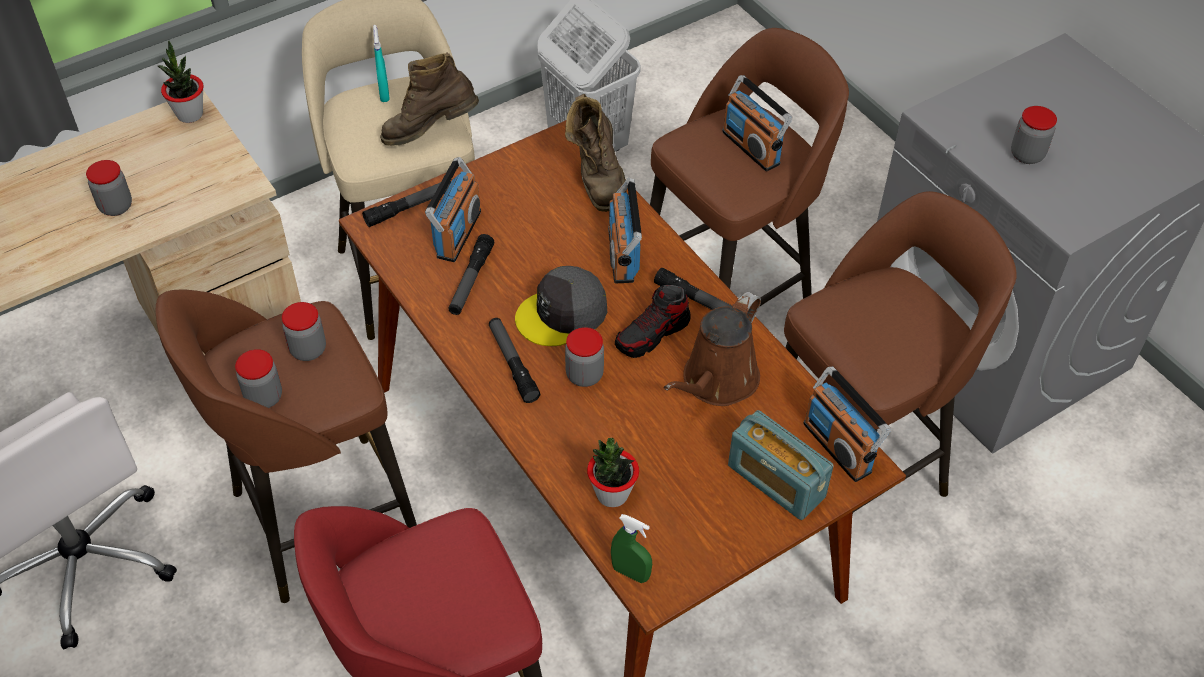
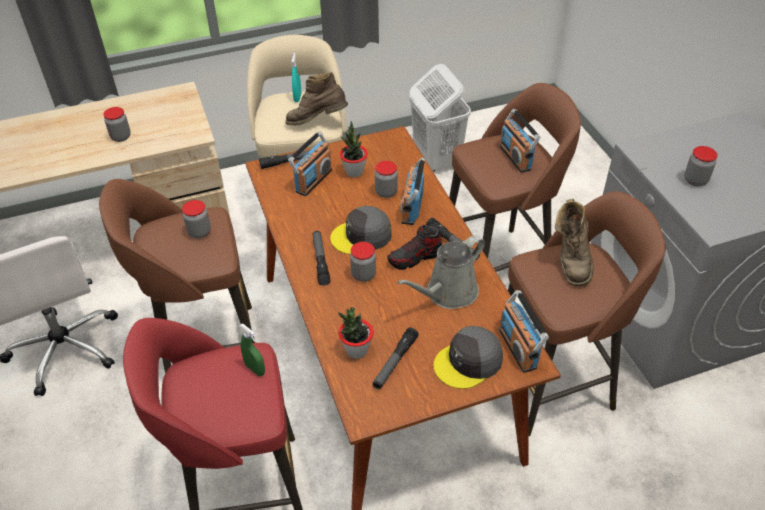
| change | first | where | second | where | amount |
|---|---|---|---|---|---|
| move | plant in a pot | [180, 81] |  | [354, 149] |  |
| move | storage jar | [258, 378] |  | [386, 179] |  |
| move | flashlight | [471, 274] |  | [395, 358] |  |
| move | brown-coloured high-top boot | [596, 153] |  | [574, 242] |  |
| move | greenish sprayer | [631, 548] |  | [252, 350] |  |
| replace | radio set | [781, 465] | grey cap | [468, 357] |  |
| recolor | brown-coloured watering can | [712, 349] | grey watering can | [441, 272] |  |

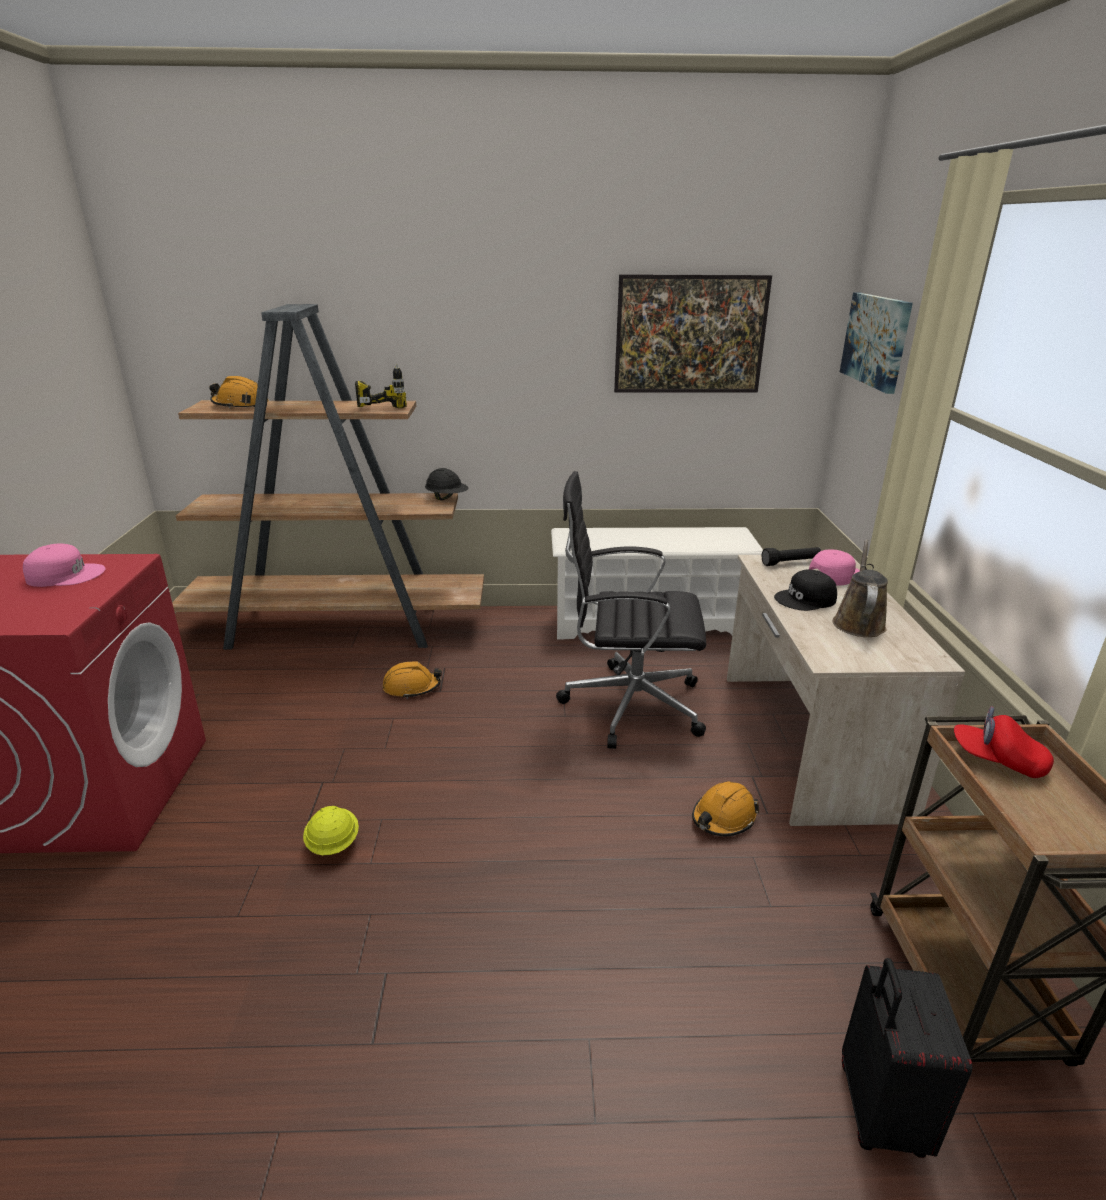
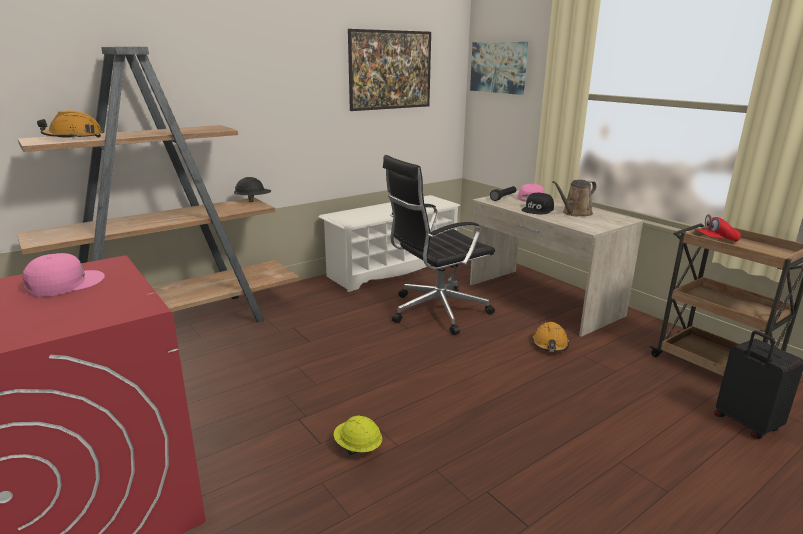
| change | first | where | second | where | amount |
|---|---|---|---|---|---|
| delete | electric drill | [381, 386] |  |  |  |
| delete | orangey work helmet | [412, 680] |  |  |  |
| rotate | brown-coloured watering can | [860, 588] |  | [574, 198] | 105 degrees counterclockwise |

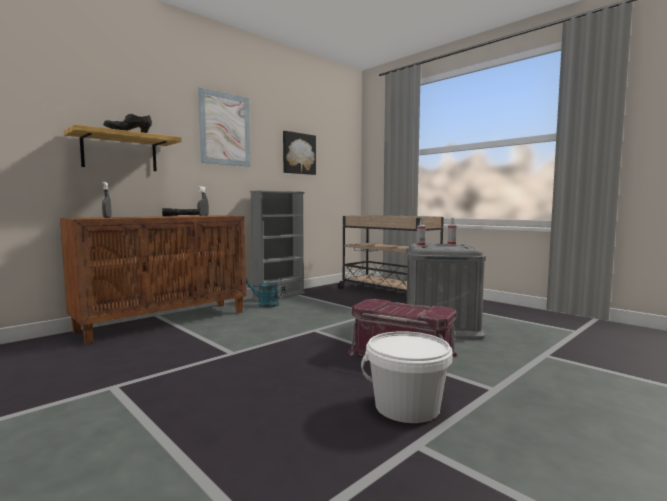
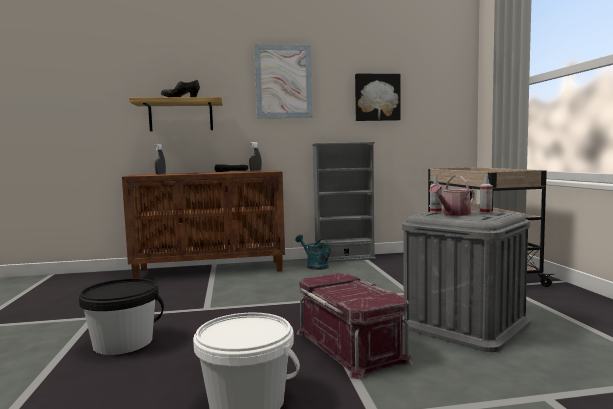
| change | first | where | second | where | amount |
|---|---|---|---|---|---|
| insert |  |  | black-coloured bucket | [121, 316] |  |
| insert |  |  | watering can | [452, 196] |  |

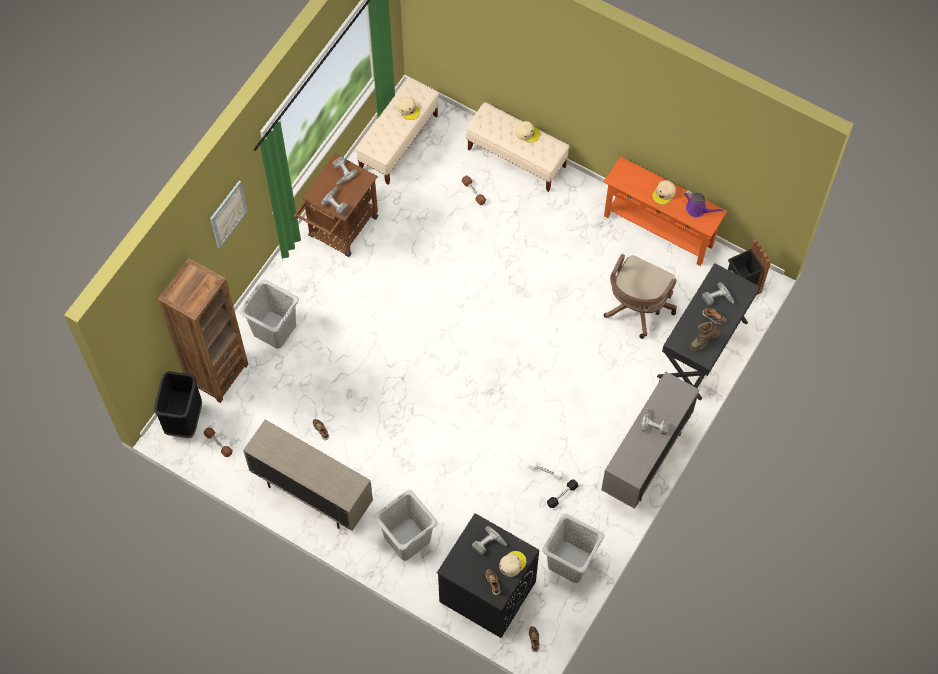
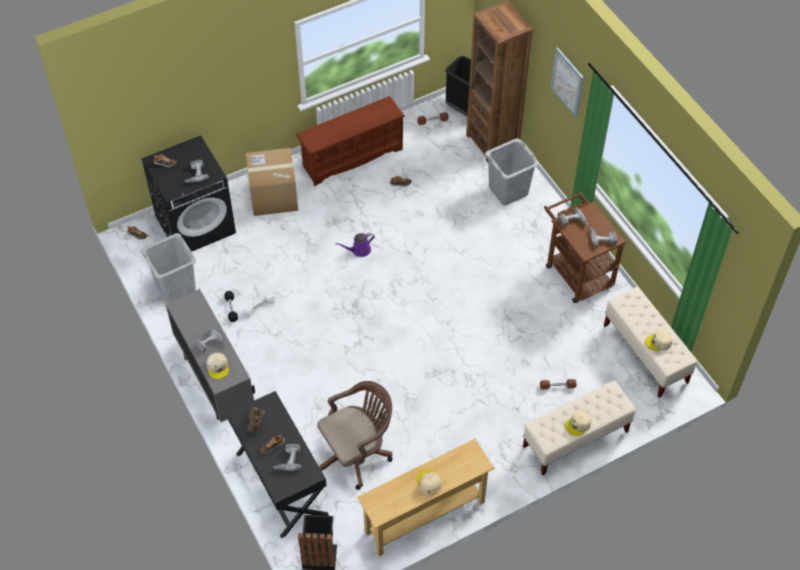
| change | first | where | second | where | amount |
|---|---|---|---|---|---|
| move | beige cap | [512, 564] |  | [217, 366] |  |
| move | purplish watering can | [704, 203] |  | [355, 245] |  |
| replace | beige storage cabinet | [308, 475] | brown-coloured shoe rack | [350, 141] |  |
| replace | grey washing basket | [406, 525] | carton | [272, 182] |  |
| recolor | orangey hall table | [665, 211] | beige hall table | [425, 497] |  |
| rotate | brown-coloured desk chair | [640, 296] |  | [354, 435] | 90 degrees clockwise |

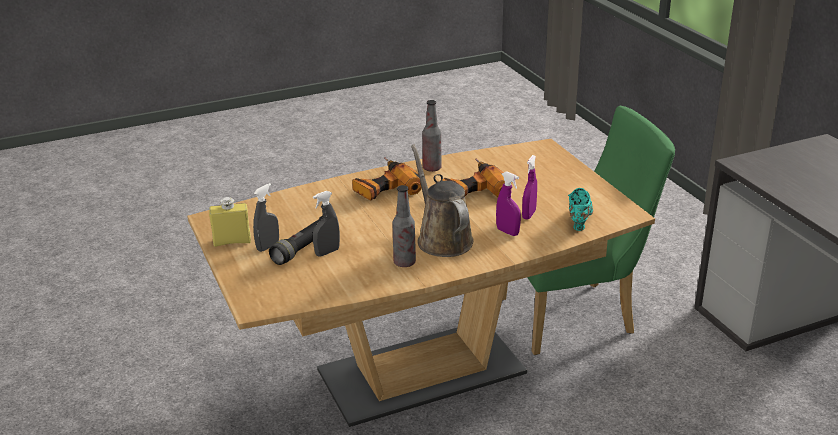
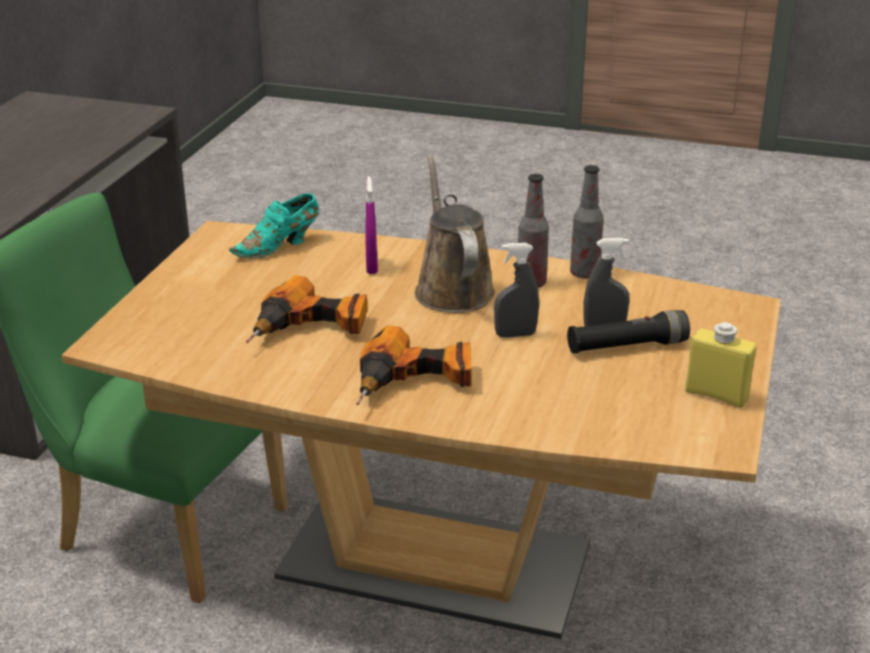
| change | first | where | second | where | amount |
|---|---|---|---|---|---|
| delete | purplish sprayer | [529, 187] |  |  |  |
| move | grey sprayer | [266, 217] |  | [516, 290] |  |
| move | bottle | [432, 136] |  | [587, 222] |  |
| rotate | brown-coloured watering can | [442, 200] |  | [455, 233] | 150 degrees clockwise |

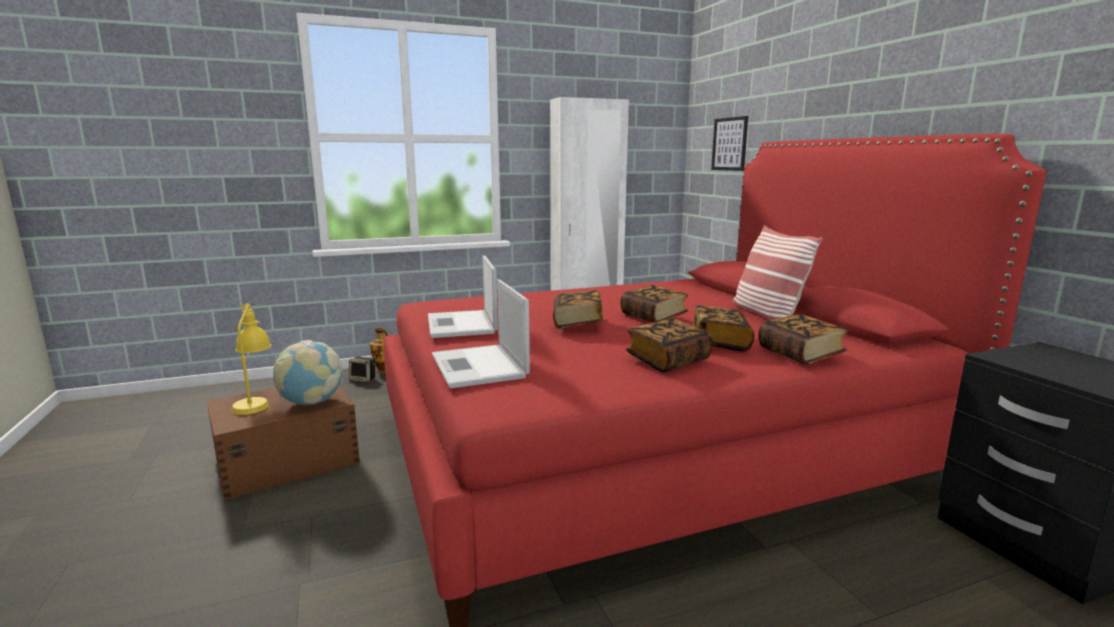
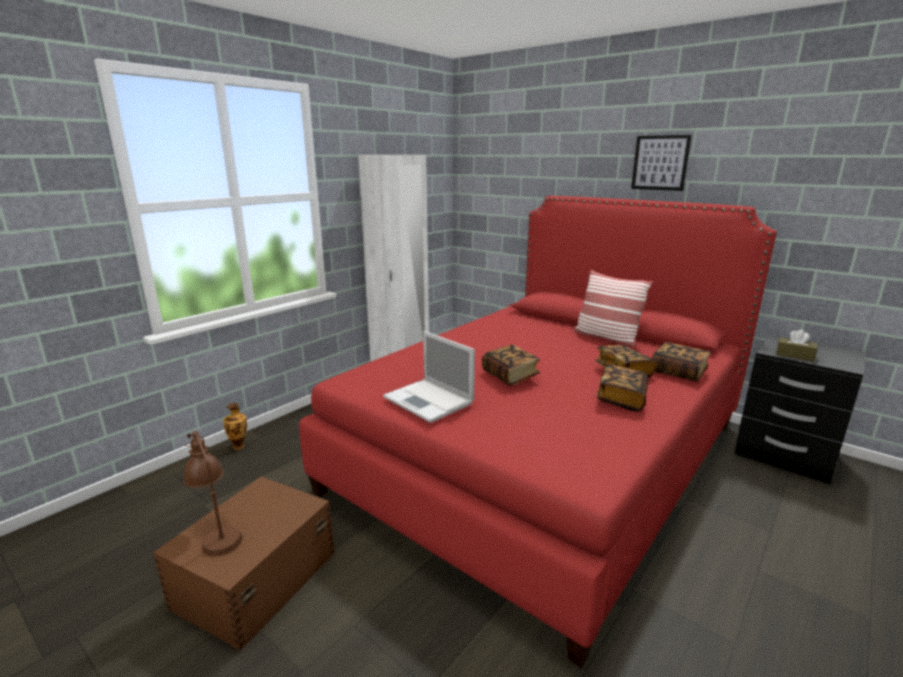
| change | first | where | second | where | amount |
|---|---|---|---|---|---|
| delete | desk globe | [308, 372] |  |  |  |
| delete | loudspeaker | [362, 369] |  |  |  |
| delete | notebook computer | [481, 333] |  |  |  |
| delete | book | [654, 304] |  |  |  |
| insert |  |  | brown-coloured tissue holder | [796, 345] |  |
| move | picture | [729, 143] |  | [661, 163] |  |
| recolor | yellow lamp for a table | [252, 359] | brown-coloured lamp for a table | [212, 493] |  |

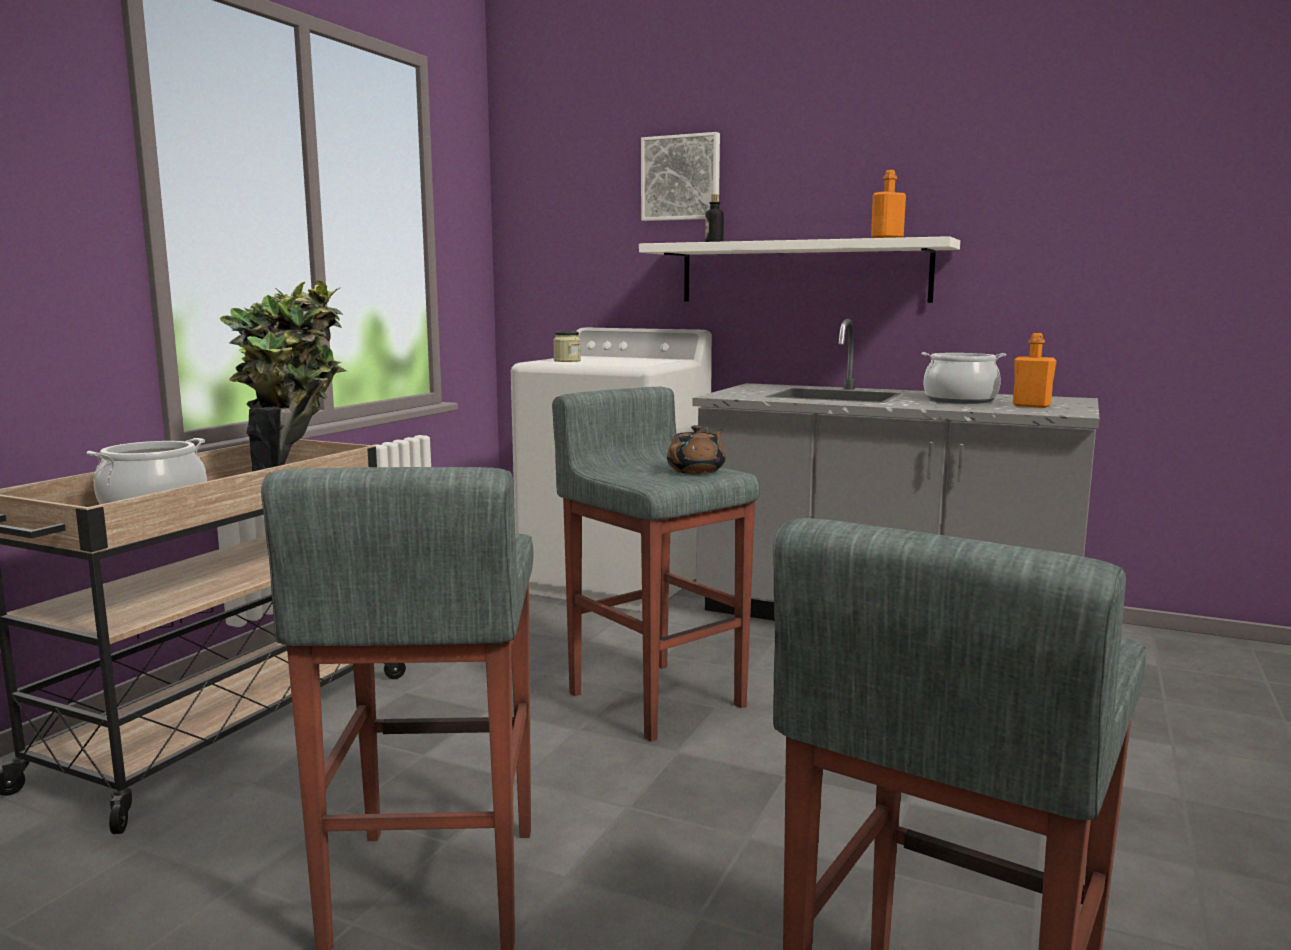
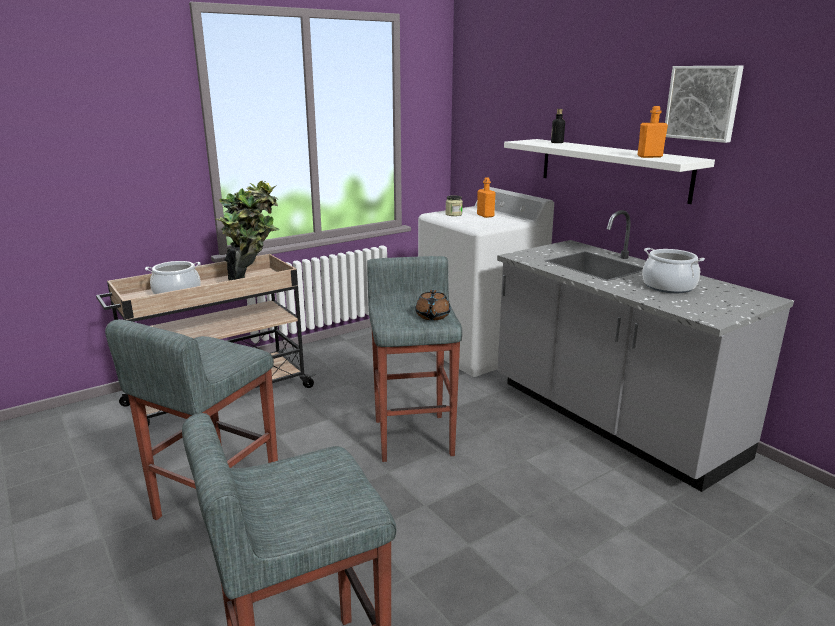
| change | first | where | second | where | amount |
|---|---|---|---|---|---|
| move | picture | [680, 176] |  | [704, 104] |  |
| move | orangey bottle | [1035, 370] |  | [486, 197] |  |
| rotate | brown-coloured pot for tea | [696, 449] |  | [433, 305] | 120 degrees clockwise |

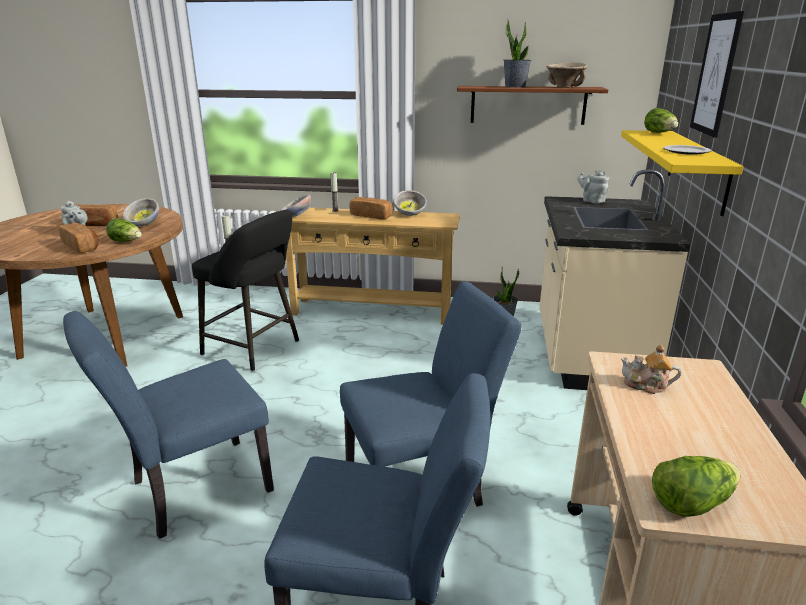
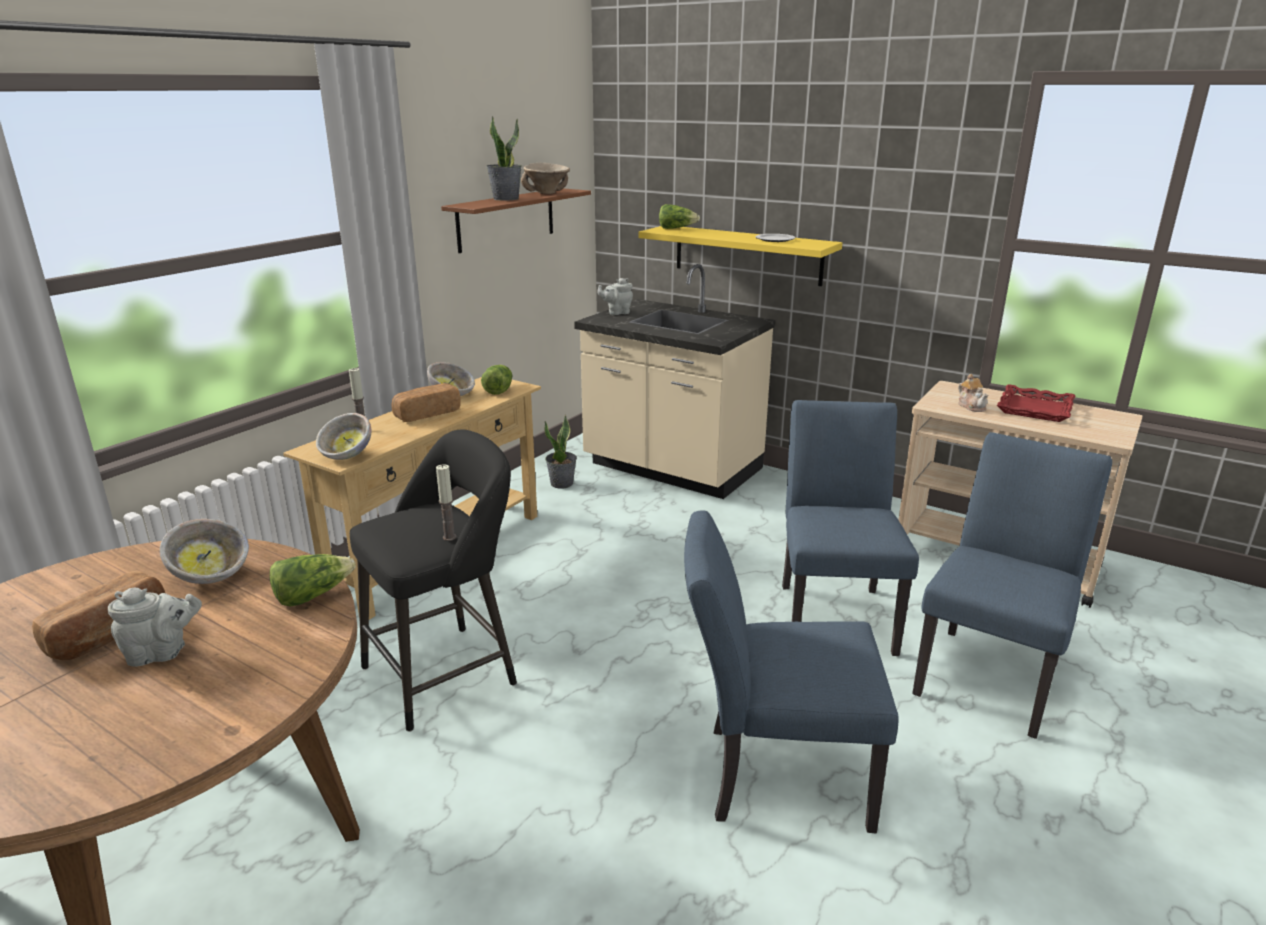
| change | first | where | second | where | amount |
|---|---|---|---|---|---|
| delete | baked bread | [79, 237] |  |  |  |
| delete | picture | [717, 74] |  |  |  |
| insert |  |  | red-coloured tray | [1036, 403] |  |
| move | head of lettuce | [696, 486] |  | [496, 380] |  |
| rotate | blue upright chair | [168, 425] |  | [791, 671] | 105 degrees clockwise |
| rotate | pot for tea | [651, 369] |  | [973, 393] | 60 degrees counterclockwise |

